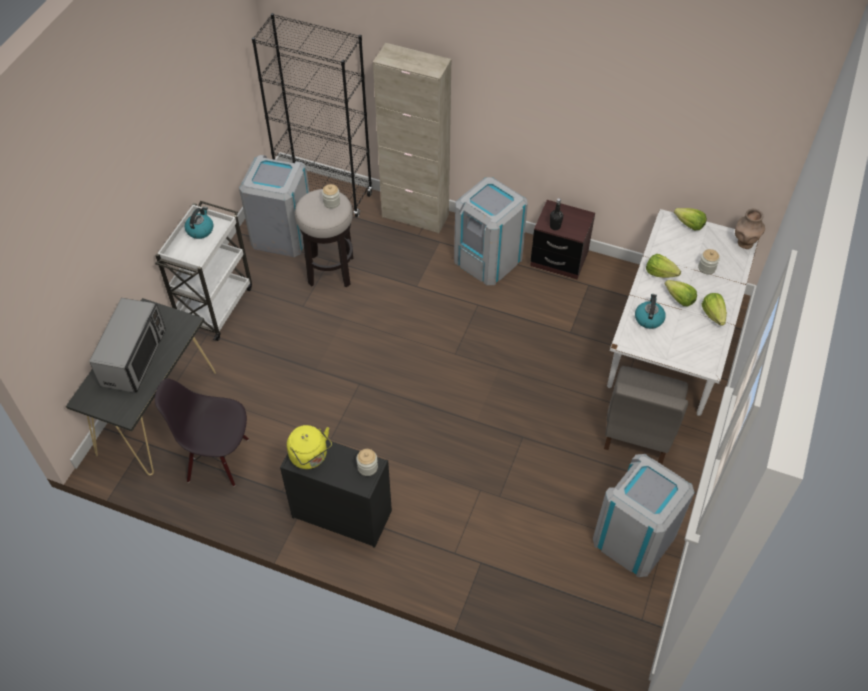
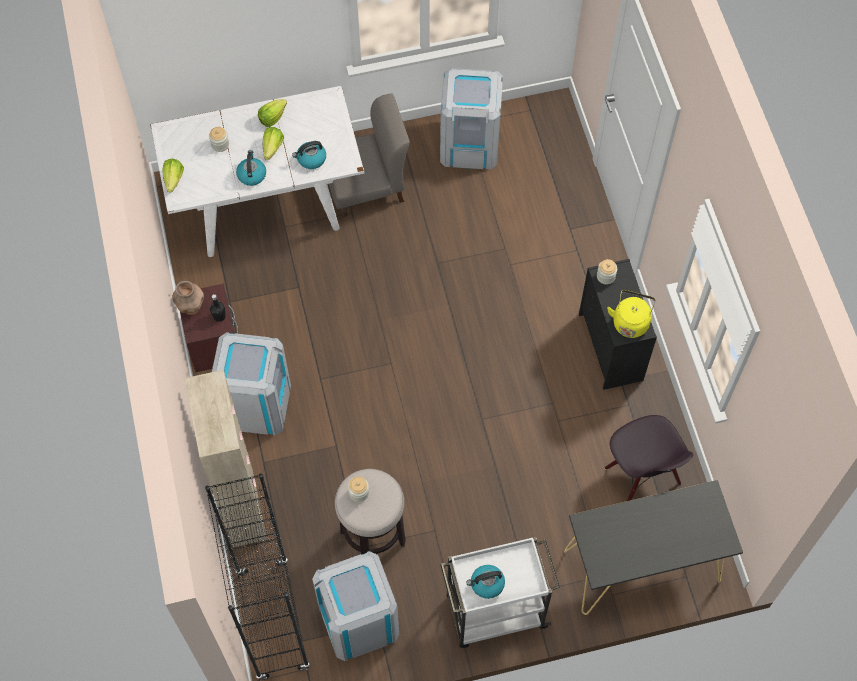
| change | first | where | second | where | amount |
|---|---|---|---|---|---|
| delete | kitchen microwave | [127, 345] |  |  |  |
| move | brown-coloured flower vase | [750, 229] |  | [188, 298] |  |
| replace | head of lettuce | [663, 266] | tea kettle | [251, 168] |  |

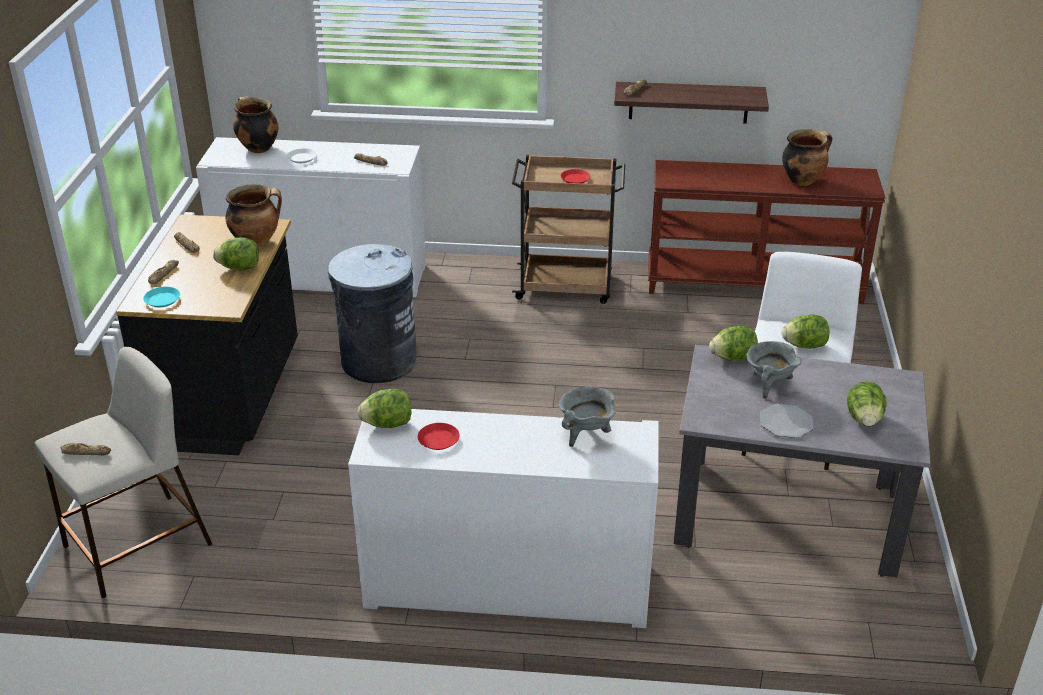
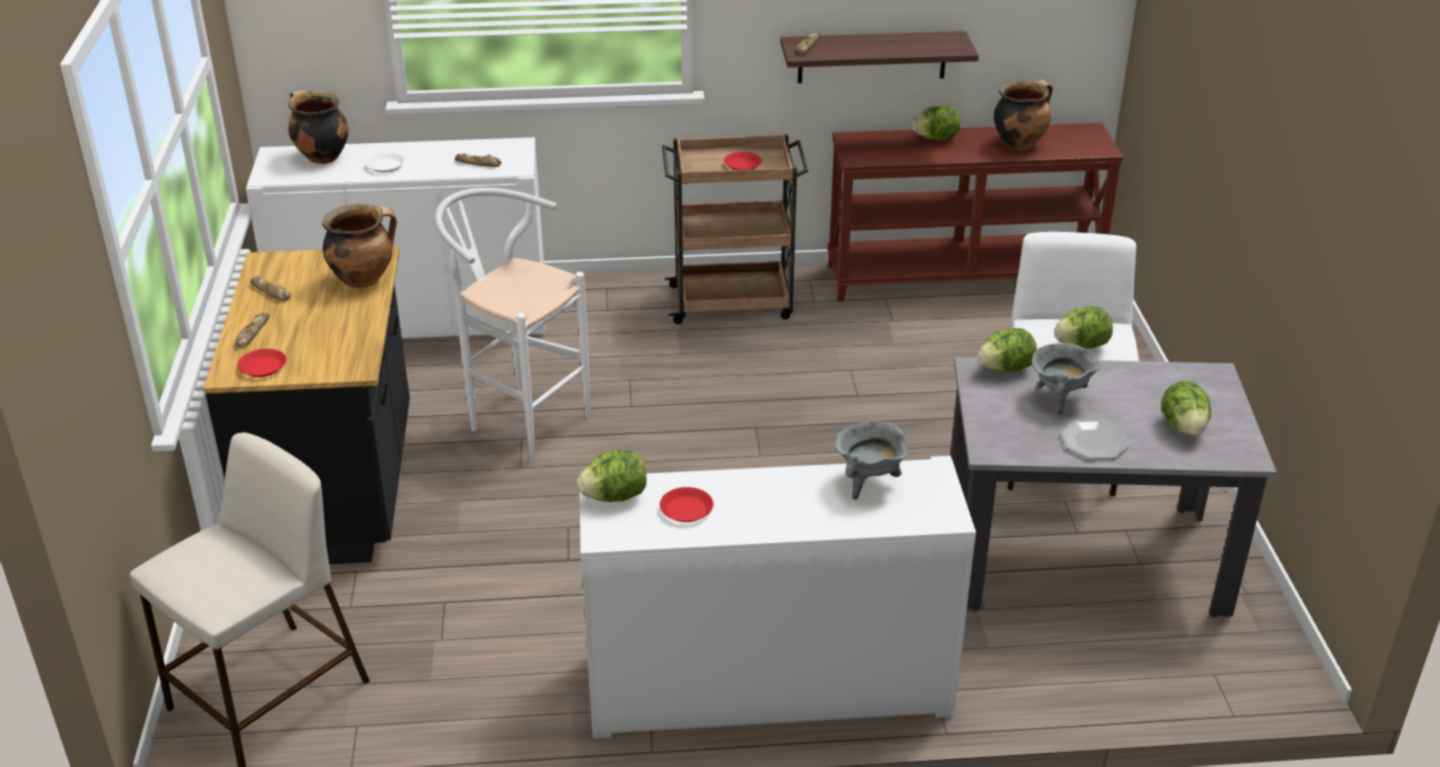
| change | first | where | second | where | amount |
|---|---|---|---|---|---|
| delete | baked bread | [86, 449] |  |  |  |
| move | head of lettuce | [236, 254] |  | [936, 123] |  |
| replace | grey waste bin | [372, 313] | white-coloured stool | [512, 325] |  |
| recolor | turquoise dinner plate | [161, 297] | red-coloured dinner plate | [261, 363] |  |

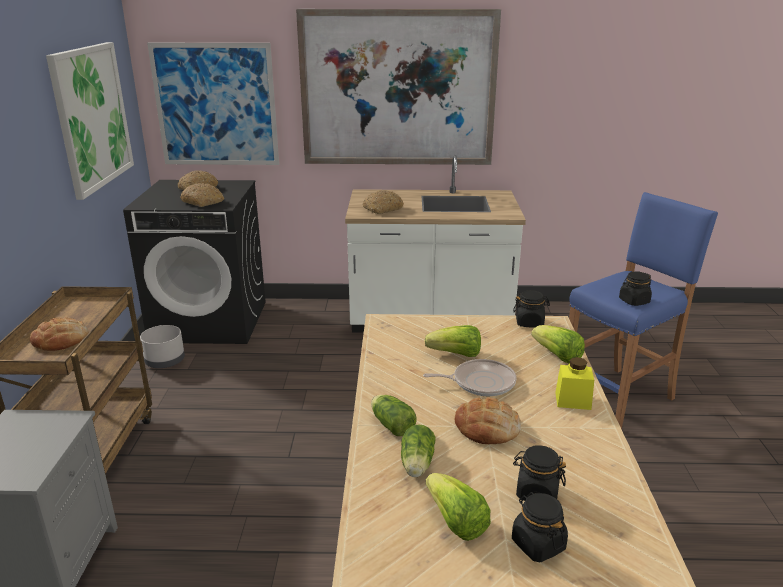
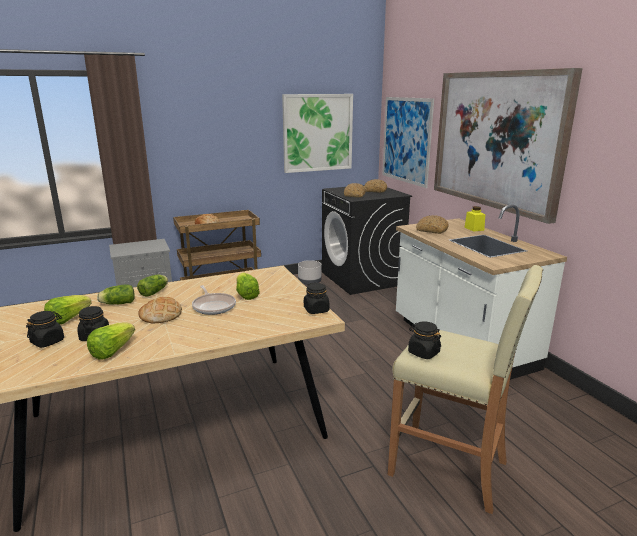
| change | first | where | second | where | amount |
|---|---|---|---|---|---|
| move | head of lettuce | [558, 344] |  | [111, 341] |  |
| move | yellow storage jar | [574, 383] |  | [475, 219] |  |
| recolor | blue stool | [643, 310] | beige stool | [465, 389] |  |

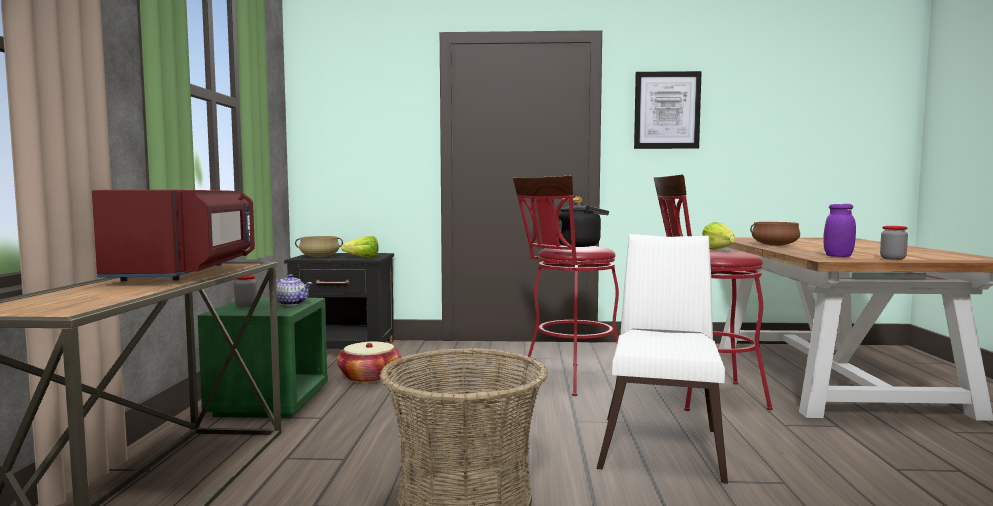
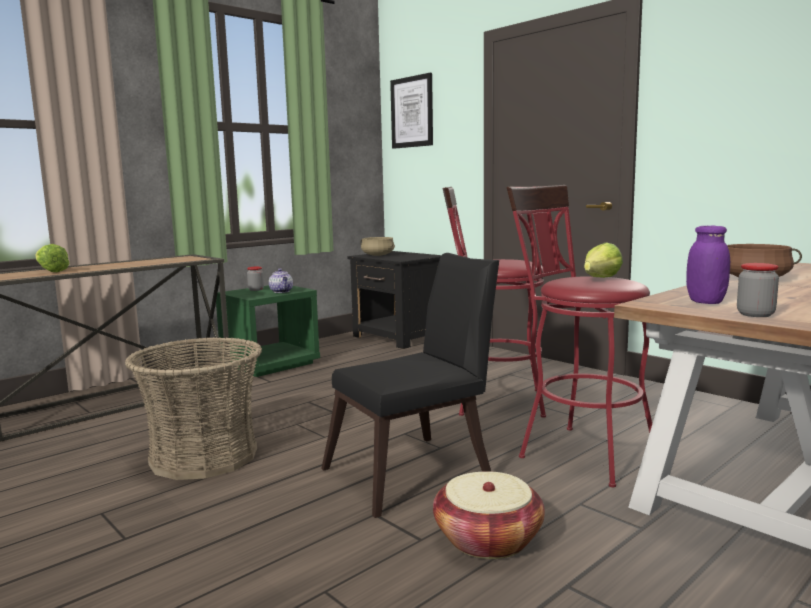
| change | first | where | second | where | amount |
|---|---|---|---|---|---|
| delete | red-coloured kitchen microwave | [173, 235] |  |  |  |
| delete | black-coloured tea kettle | [584, 224] |  |  |  |
| move | storage basket | [369, 362] |  | [489, 515] |  |
| move | head of lettuce | [359, 247] |  | [52, 258] |  |
| move | picture | [668, 110] |  | [411, 111] |  |
| recolor | white-coloured upright chair | [662, 359] | black-coloured upright chair | [410, 385] |  |

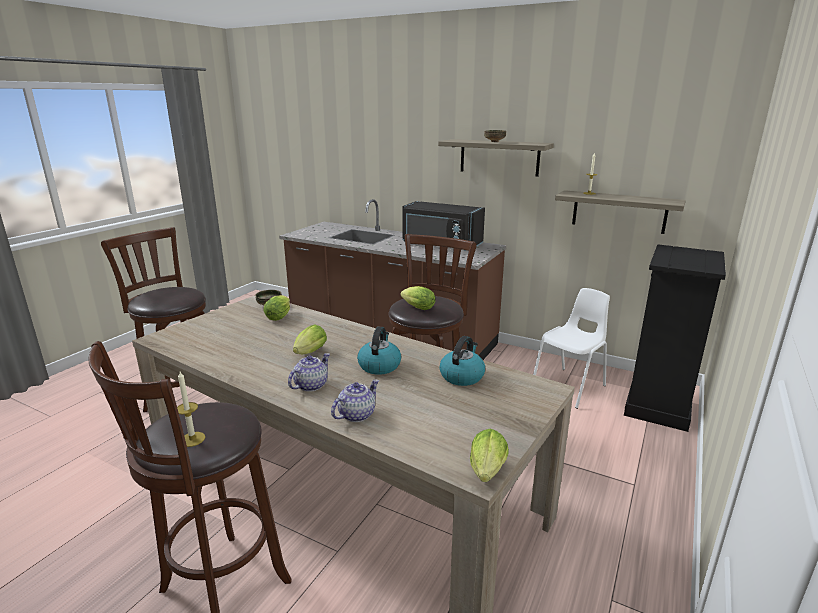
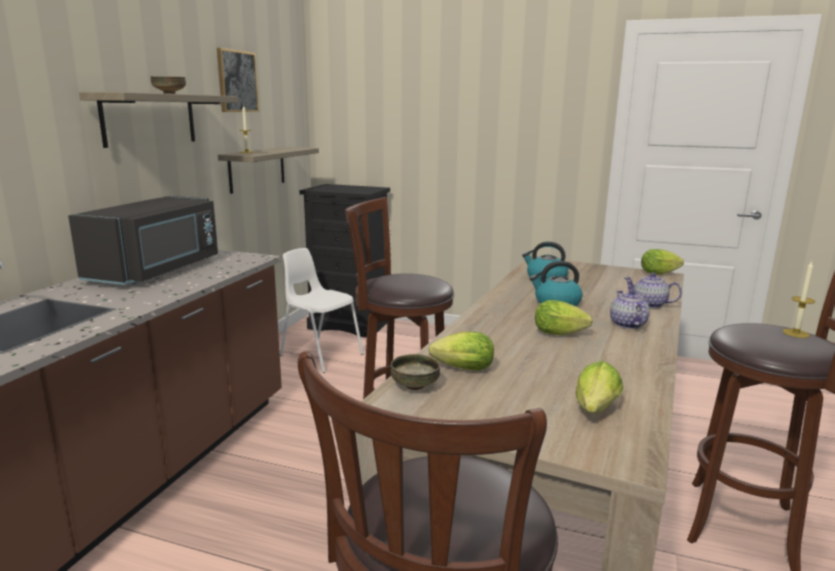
| change | first | where | second | where | amount |
|---|---|---|---|---|---|
| insert |  |  | picture | [238, 80] |  |
| move | head of lettuce | [417, 298] |  | [599, 387] |  |
| rotate | pot for tea | [309, 372] |  | [630, 309] | 60 degrees clockwise |

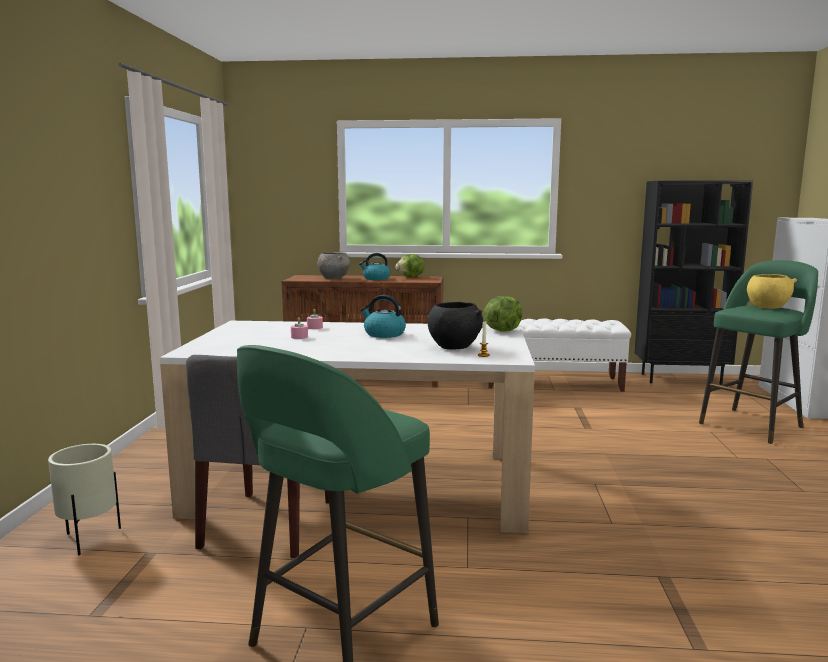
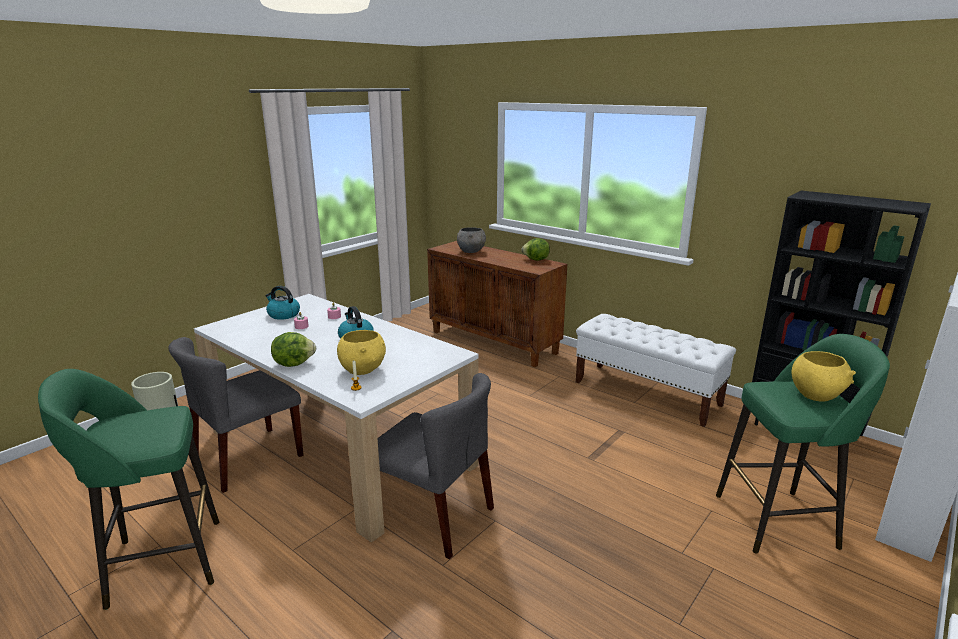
| change | first | where | second | where | amount |
|---|---|---|---|---|---|
| insert |  |  | grey upright chair | [435, 466] |  |
| move | tea kettle | [374, 266] |  | [282, 303] |  |
| move | head of lettuce | [503, 314] |  | [293, 349] |  |
| recolor | black-coloured deep dish | [456, 325] | yellow deep dish | [361, 352] |  |

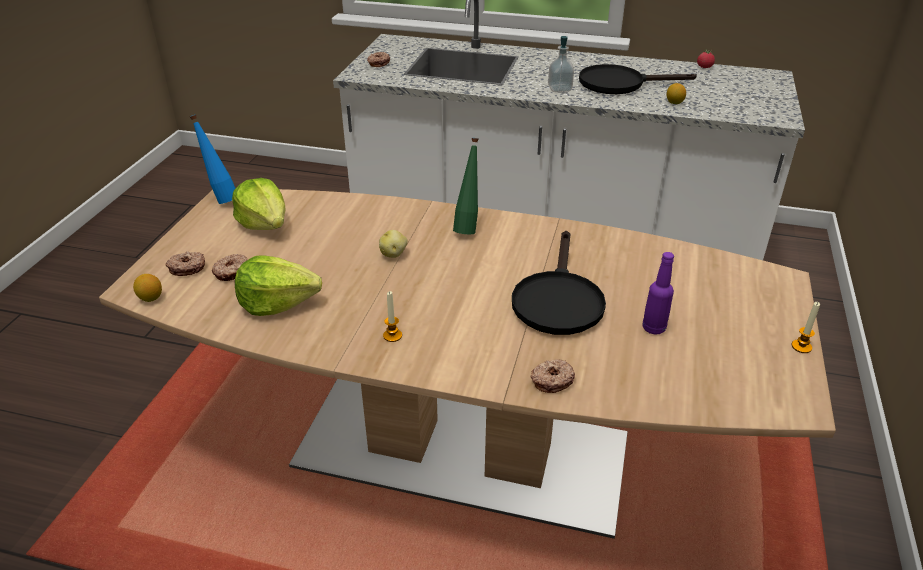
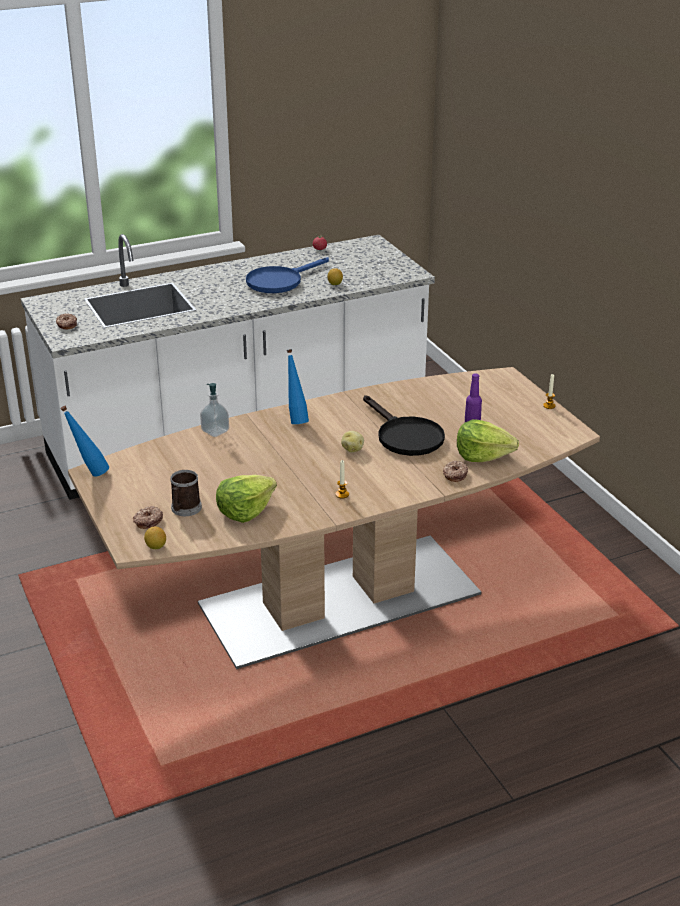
| change | first | where | second | where | amount |
|---|---|---|---|---|---|
| move | head of lettuce | [259, 204] |  | [488, 440] |  |
| move | spud | [393, 244] |  | [352, 442] |  |
| move | liquid soap bottle | [561, 64] |  | [214, 410] |  |
| replace | ring doughnut | [230, 267] | tea mug | [186, 493] |  |
| recolor | greenish bottle | [465, 186] | blue bottle | [298, 386] |  |
| recolor | black-coloured pan | [638, 79] | blue pan | [287, 275] |  |

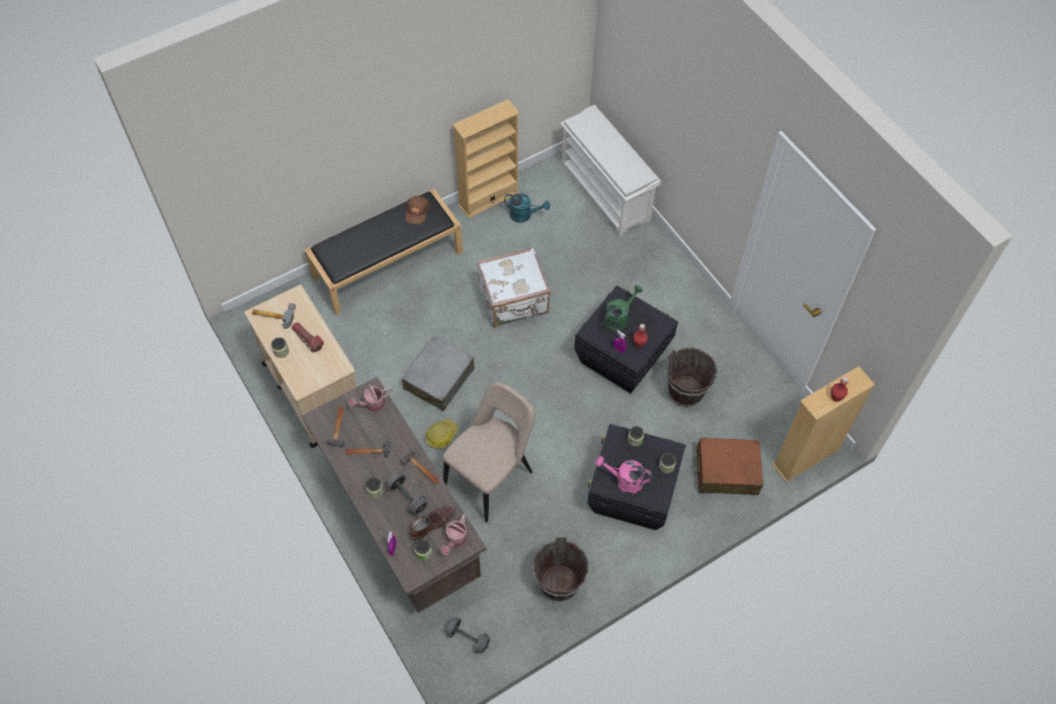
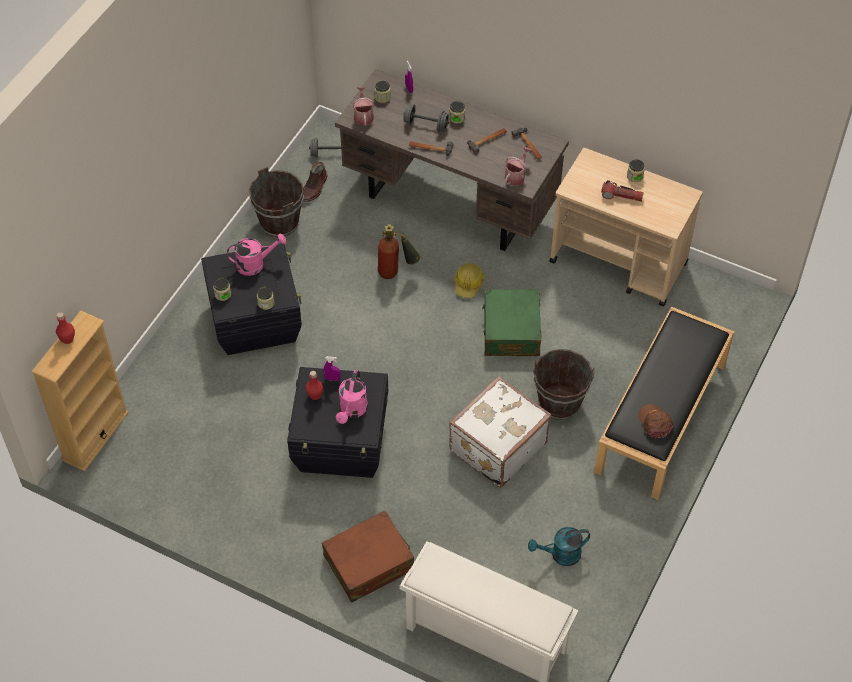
| change | first | where | second | where | amount |
|---|---|---|---|---|---|
| delete | hammer | [274, 316] |  |  |  |
| delete | beige bookshelf | [486, 158] |  |  |  |
| move | brown-coloured high-top boot | [432, 523] |  | [315, 182] |  |
| move | brown-coloured bucket | [691, 377] |  | [564, 384] |  |
| move | brown-coloured suitcase | [728, 466] |  | [368, 556] |  |
| replace | beige upright chair | [489, 451] | fire extinguisher | [399, 251] |  |
| recolor | grey suitcase | [438, 373] | greenish suitcase | [511, 322] |  |
| recolor | greenish watering can | [623, 308] | pink watering can | [352, 397] |  |

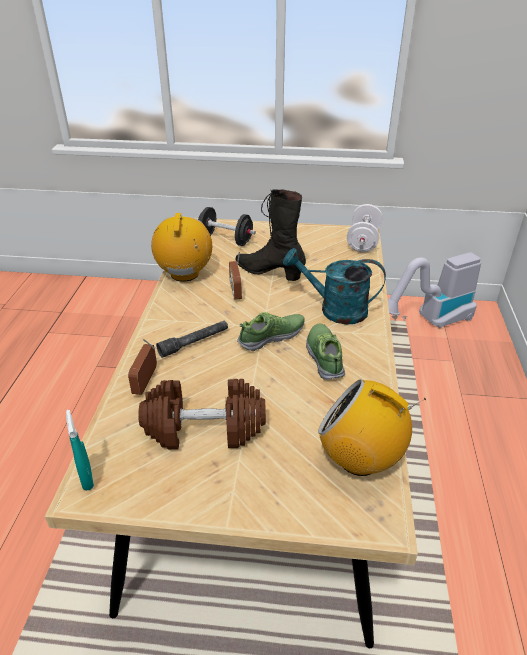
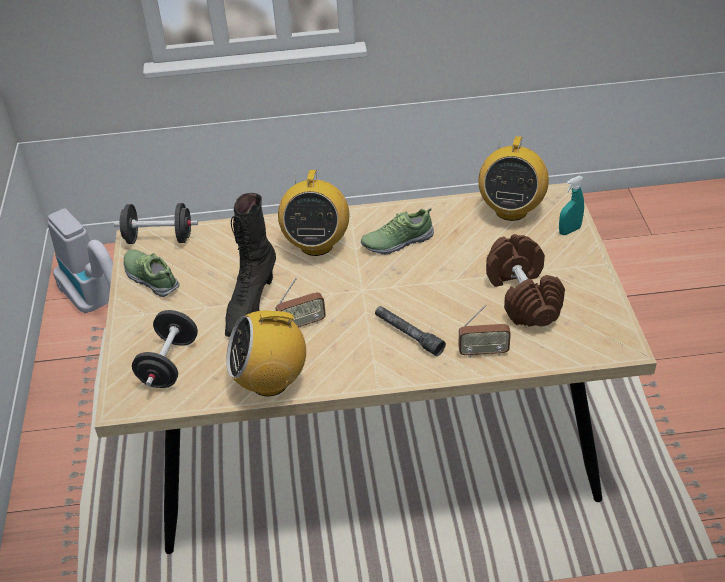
| change | first | where | second | where | amount |
|---|---|---|---|---|---|
| move | turquoise sprayer | [80, 450] |  | [571, 205] |  |
| move | shoe | [271, 331] |  | [152, 273] |  |
| replace | turquoise watering can | [334, 286] | radio set | [313, 213] |  |
| recolor | white-coloured free weight | [365, 228] | black-coloured free weight | [156, 223] |  |

